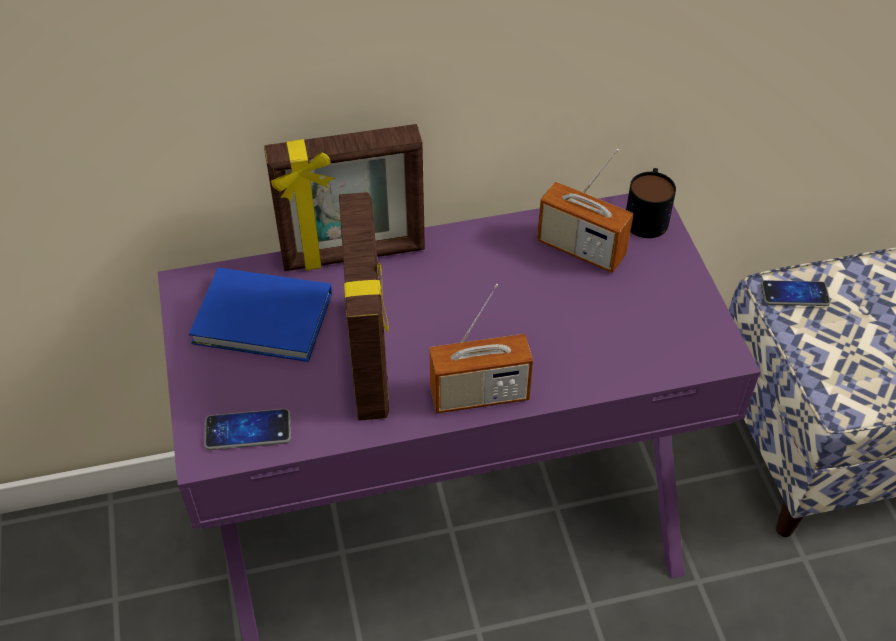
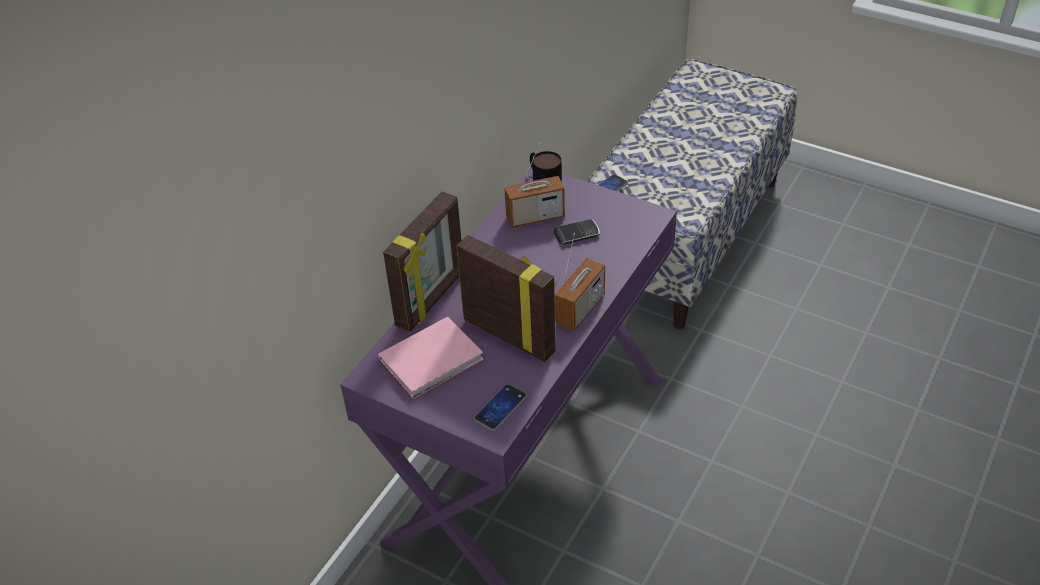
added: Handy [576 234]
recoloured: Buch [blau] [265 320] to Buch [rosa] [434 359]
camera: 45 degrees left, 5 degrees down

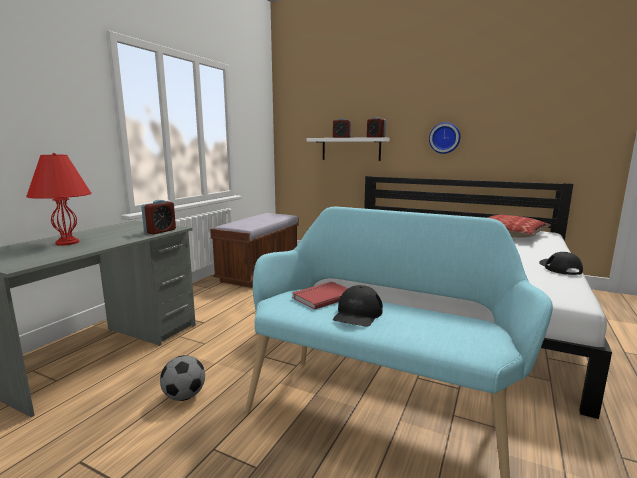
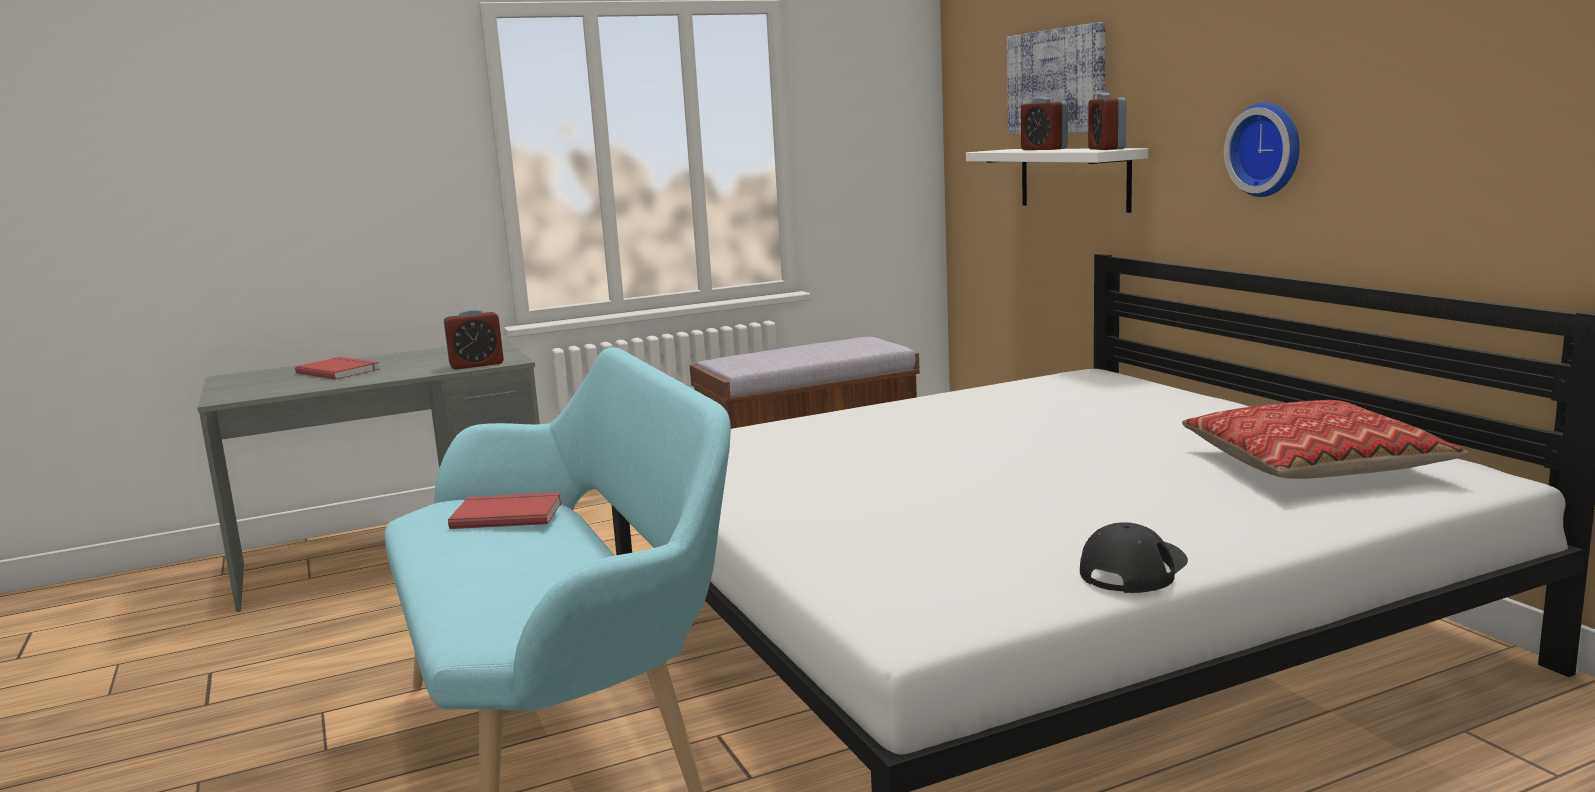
removed: Fußball [184 396]; Kappe [schwarz] [357 314]
added: Bild [1056 81]
replaced: Tischlampe [rot] [67 242] to Buch [rot] [340 371]
camera: 40 degrees right, 0 degrees up

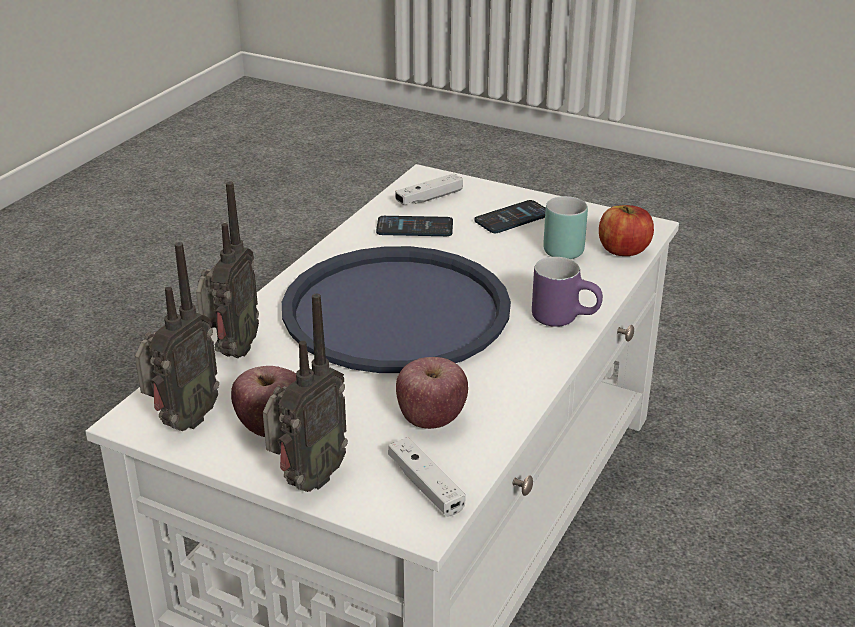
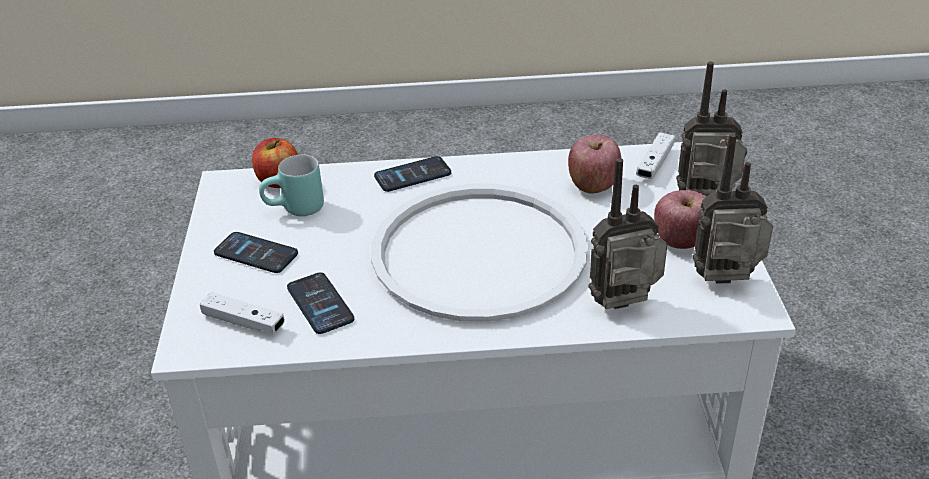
replaced: Henkelbecher [lila] [565 318] to Handy [412 175]
recoloured: Tablett [blau] [396 311] to Tablett [weiß] [478 252]
camera: 120 degrees left, 5 degrees up

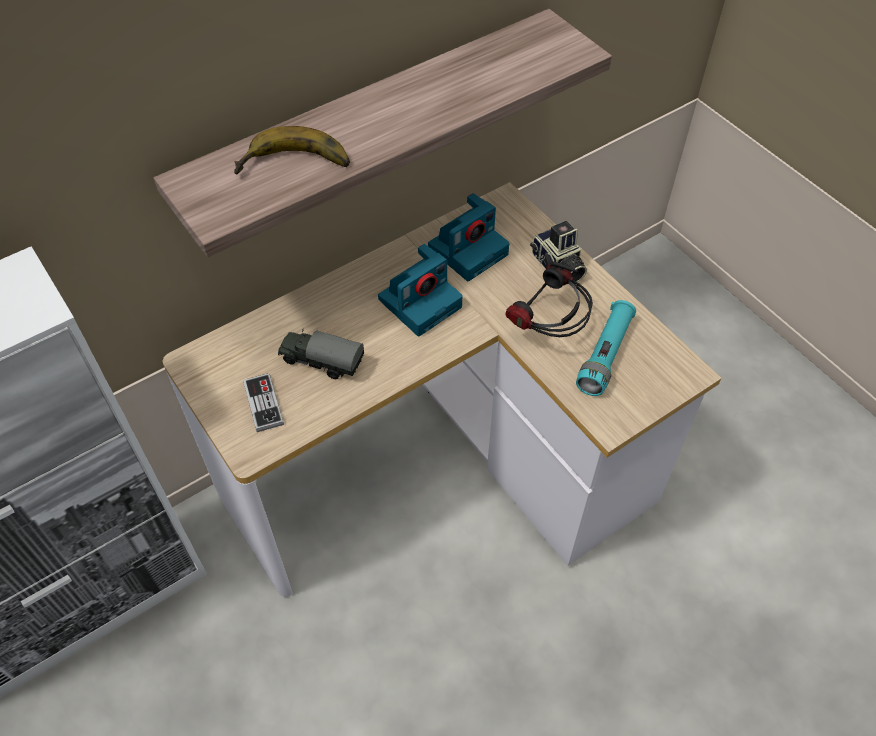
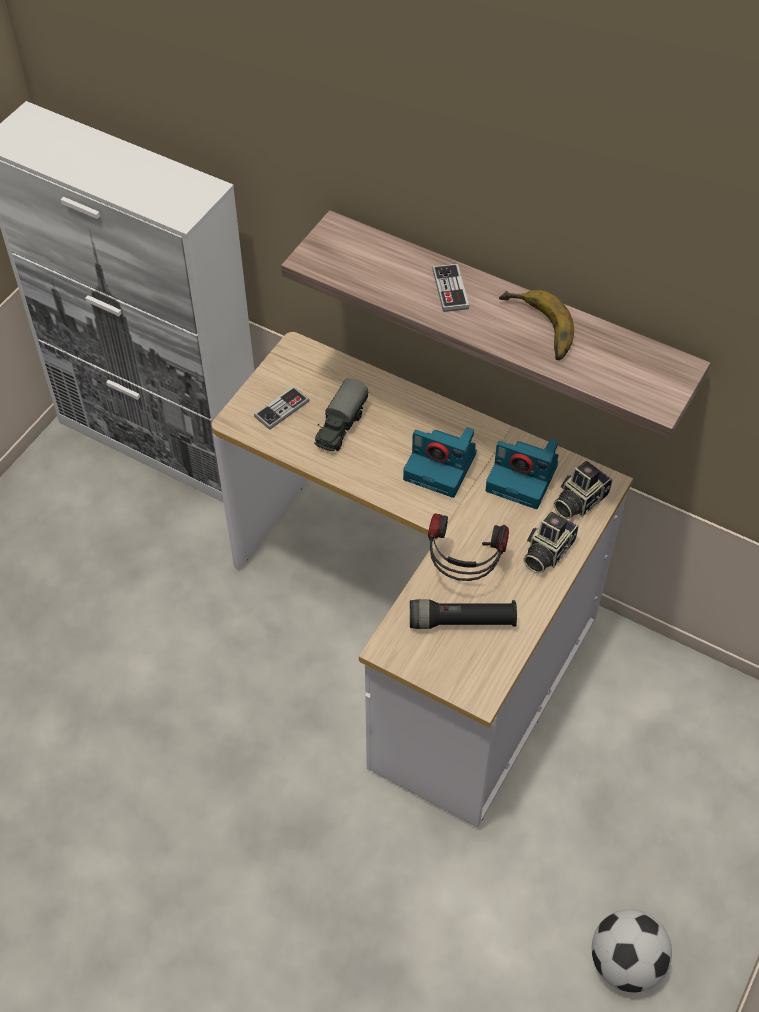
added: Gamepad [450 289]; Kamera [578 501]; Fußball [625 962]
moved: Banane [295 167] to [535 330]
recoloured: Taschenlampe [türkis] [605 355] to Taschenlampe [schwarz] [462 621]
turned: Spielzeuglaster [321 362] = [340 427] 150 degrees counterclockwise
camera: 65 degrees right, 0 degrees up

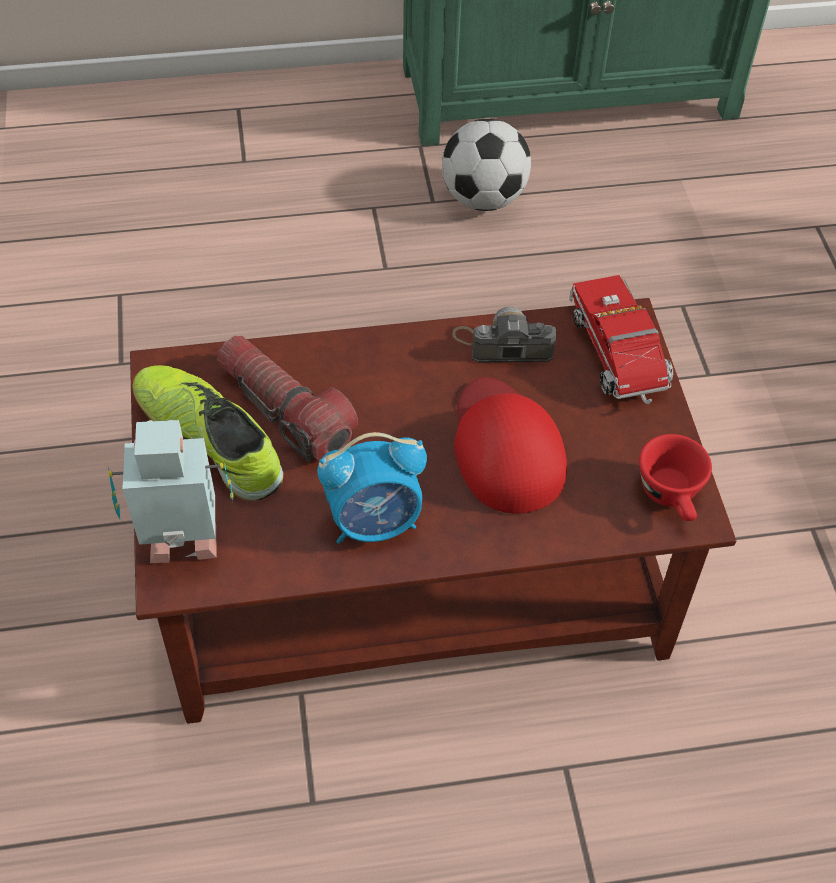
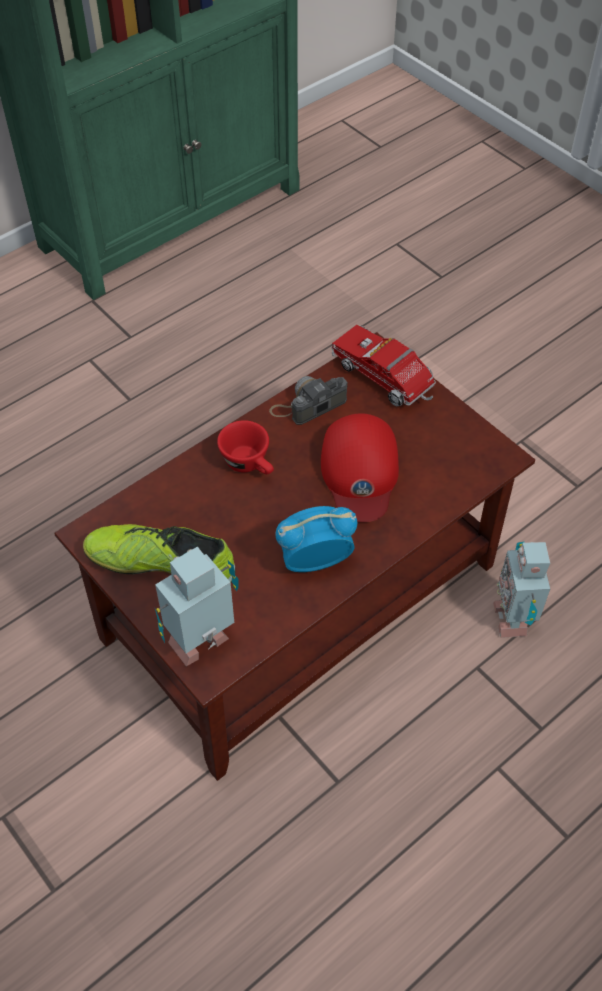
removed: Taschenlampe [285 410]; Fußball [484 198]
added: Spielzeugroboter [513 618]
moved: Tasse [rot] [672 497] to [250 464]
turned: Wecker [375 522] = [314 561] 150 degrees counterclockwise; Kappe [rot] [505 448] = [360 471] 135 degrees counterclockwise
camera: 30 degrees left, 0 degrees up

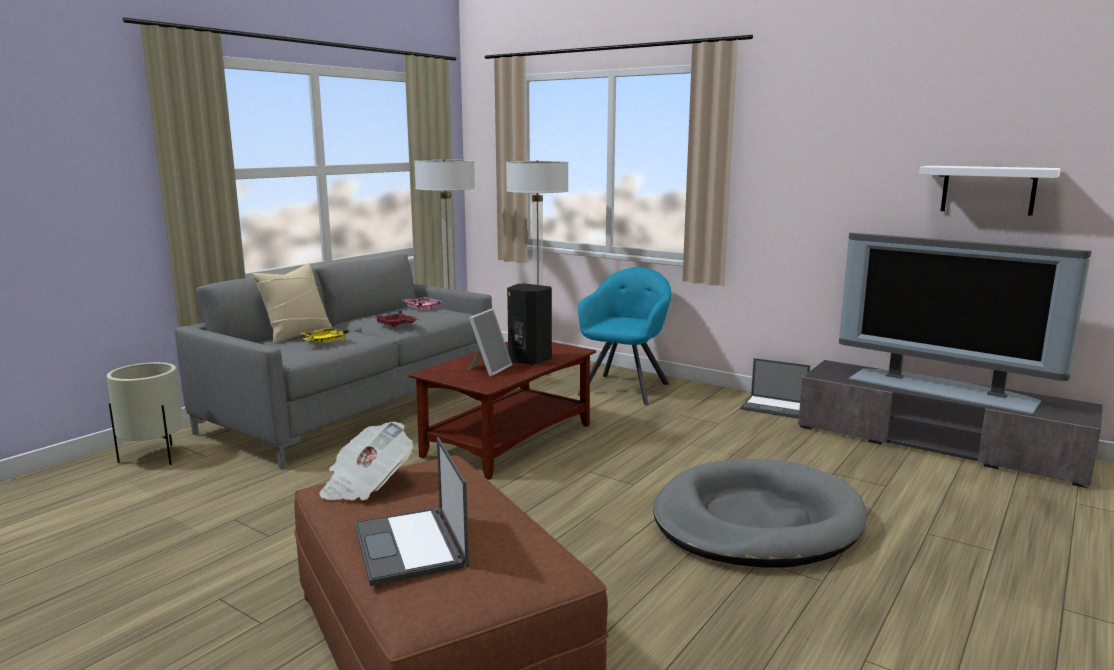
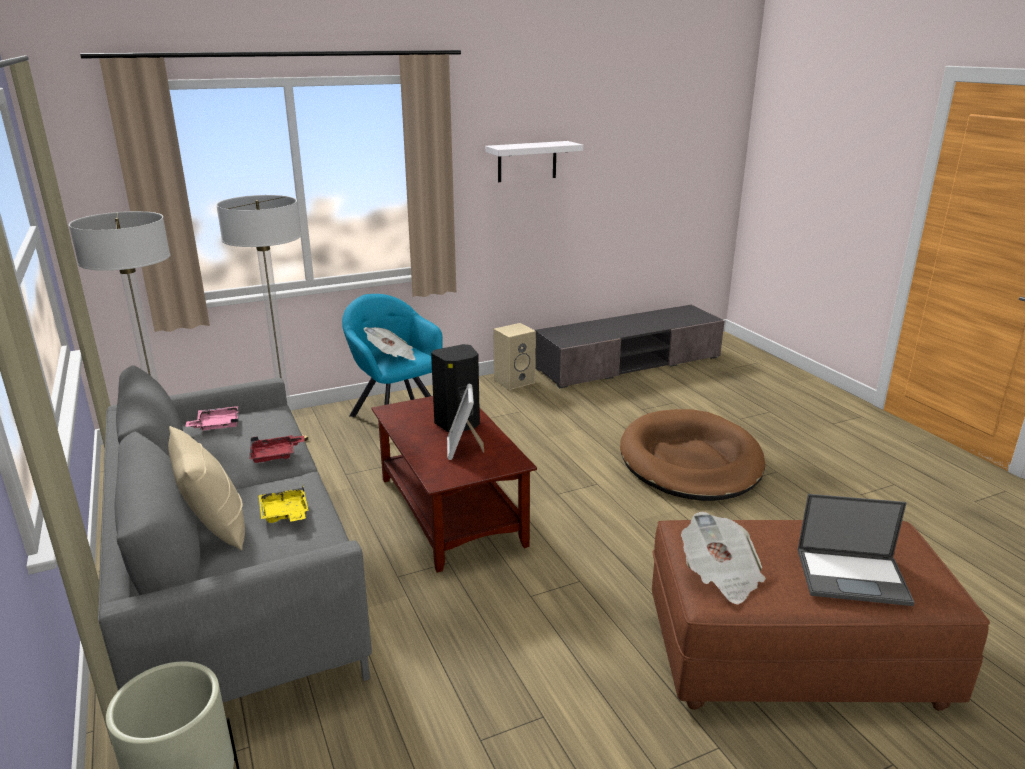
removed: Fernseher [942 389]
added: Zeitung [392 356]
moved: Wandregal [weiß] [988 190] to [527 161]
replaced: Laptop [775 407] to Lautsprecher [beige] [514 381]
recoloured: Hundebett [grau] [756 521] to Hundebett [braun] [690 461]
turned: Bilderrahmen [489 369] = [464 449] 150 degrees counterclockwise
camera: 60 degrees left, 10 degrees up

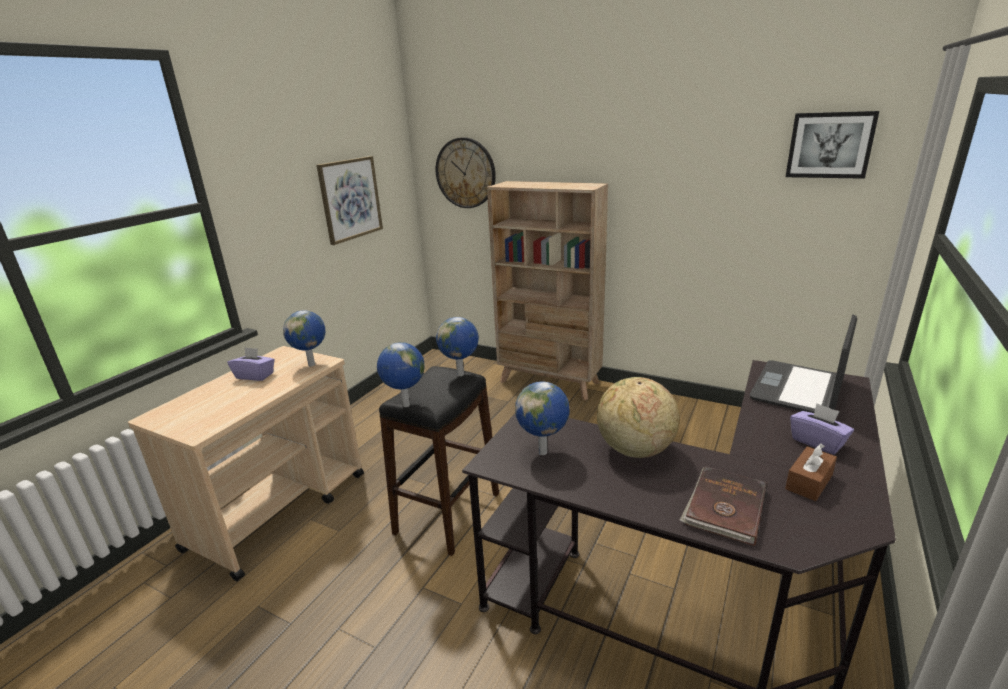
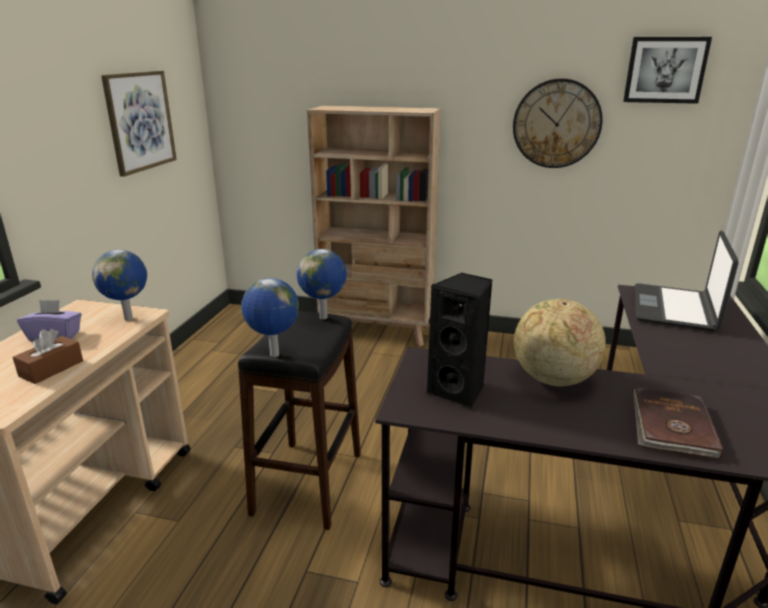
removed: Taschentuchbox [lila] [817 442]
moved: Wanduhr [465 173] to [556 124]; Taschentuchbox [braun] [809 482] to [51 368]
replaced: Globus [544 452] to Lautsprecher [schwarz] [459 391]
camera: 15 degrees left, 0 degrees up

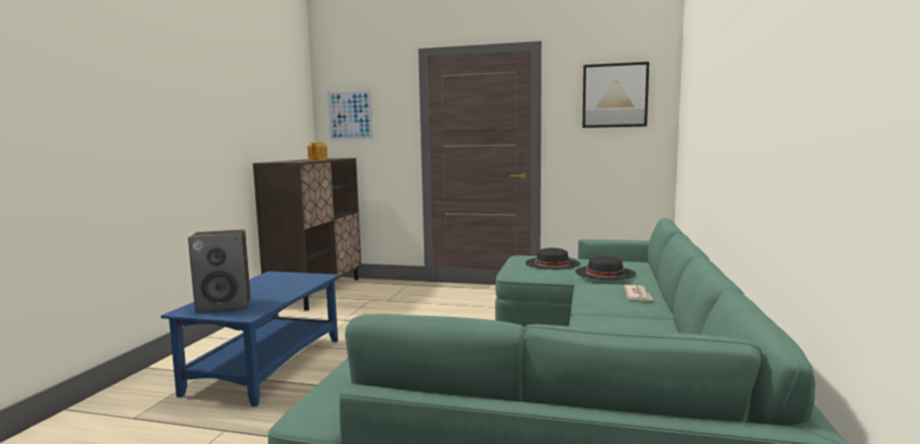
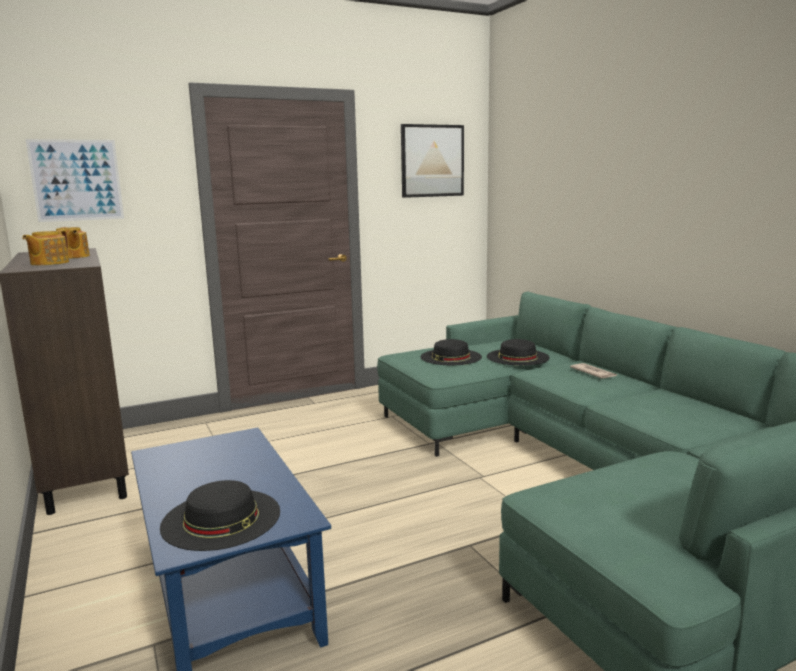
added: Teekanne [49 263]
replaced: Lautsprecher [224 305] to Hut [schwarz] [221 518]
camera: 40 degrees left, 5 degrees up

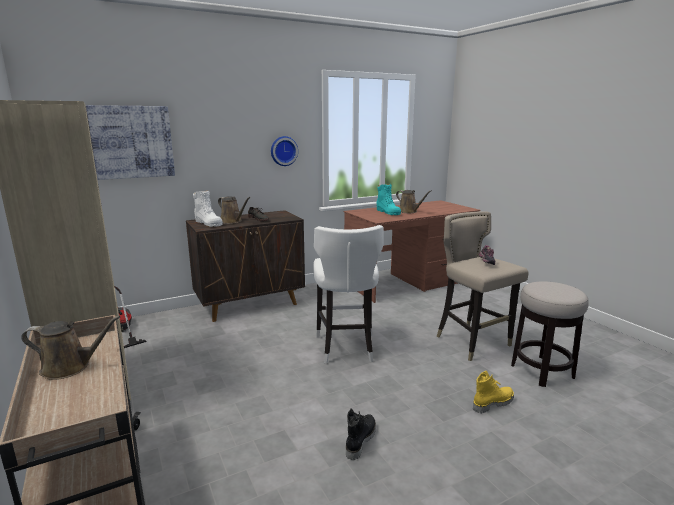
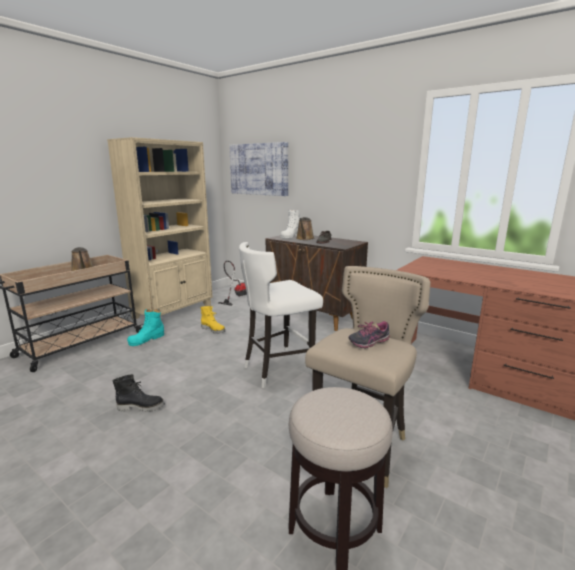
removed: Wanduhr [283 151]; Gießkanne [braun] [409 211]
moved: Stiefel [türkis] [388 212] to [147 339]; Stiefel [gelb] [492 403] to [213 330]
camera: 65 degrees right, 0 degrees up

